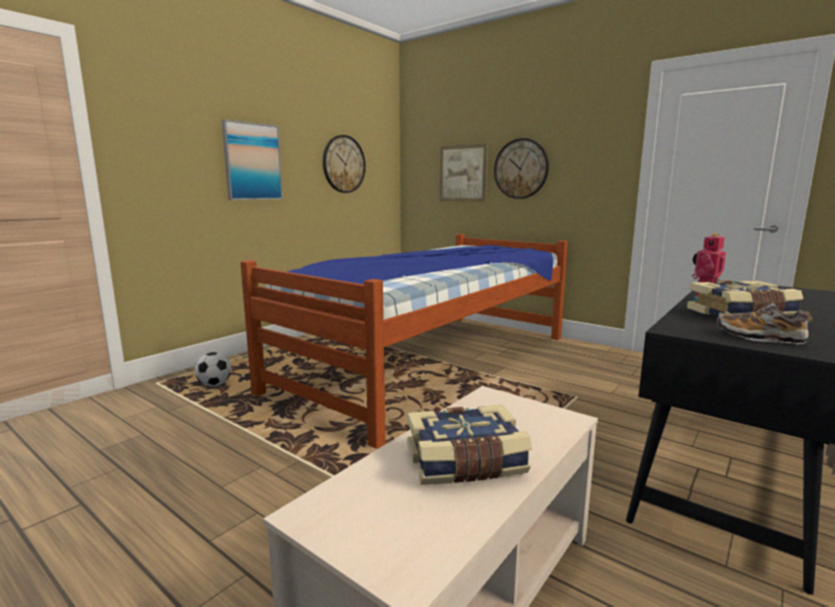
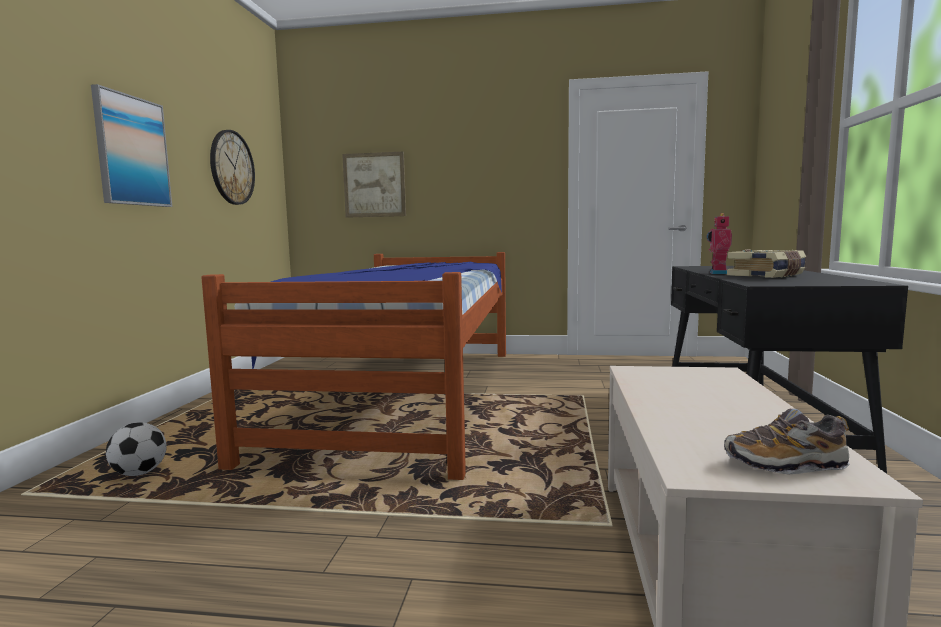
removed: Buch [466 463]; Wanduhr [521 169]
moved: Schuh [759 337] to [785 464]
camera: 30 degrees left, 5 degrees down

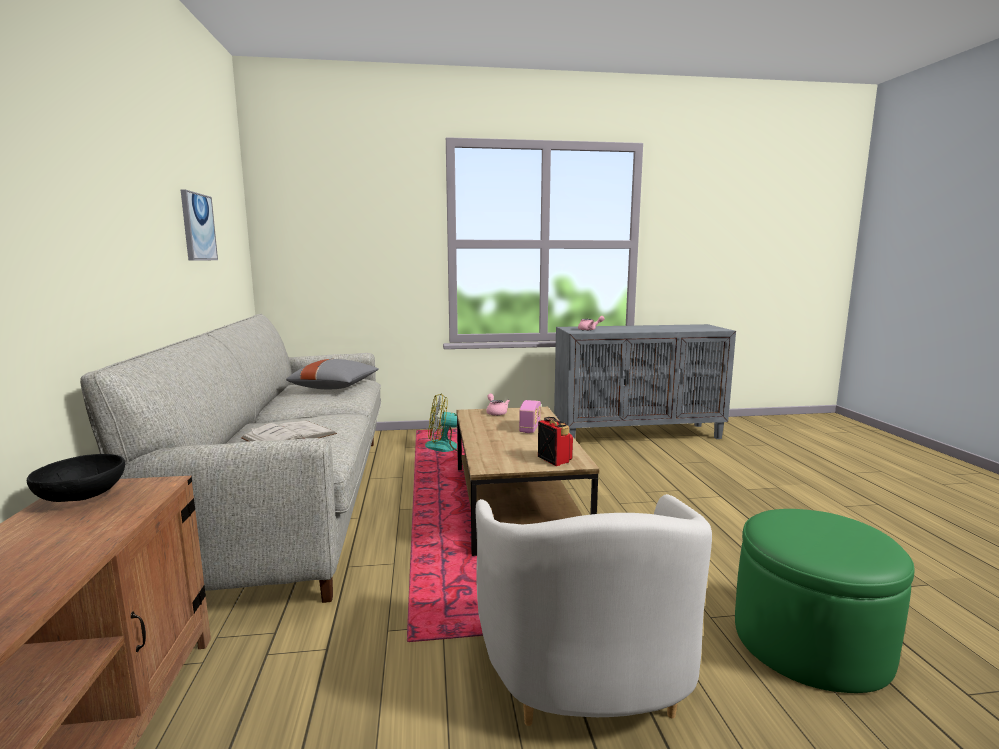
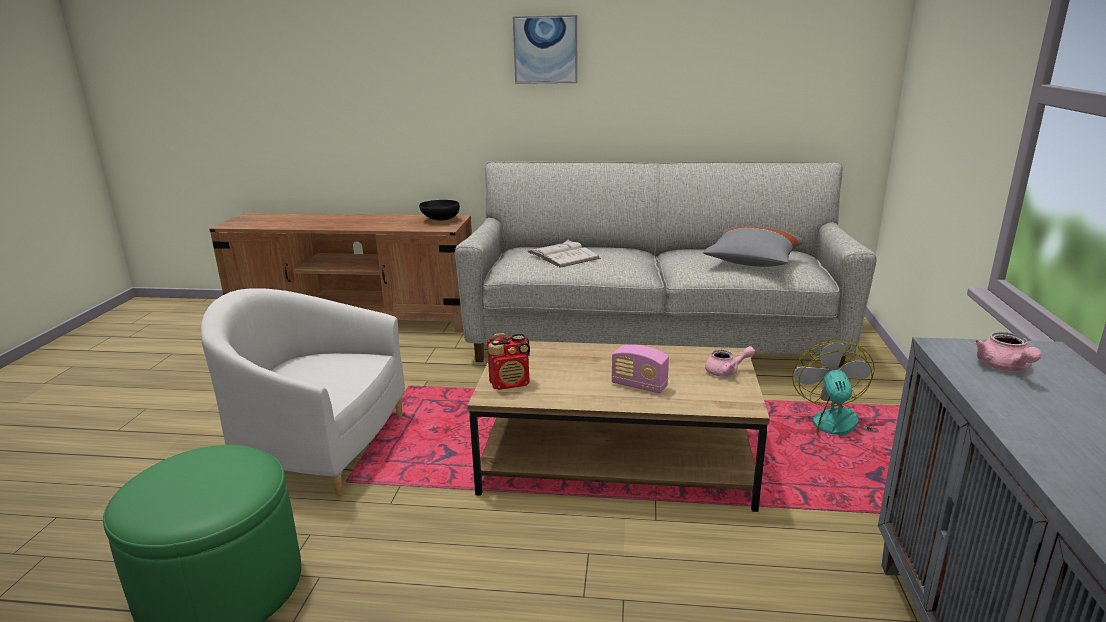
moved: Bild [197 227] to [545 50]
camera: 105 degrees right, 10 degrees up

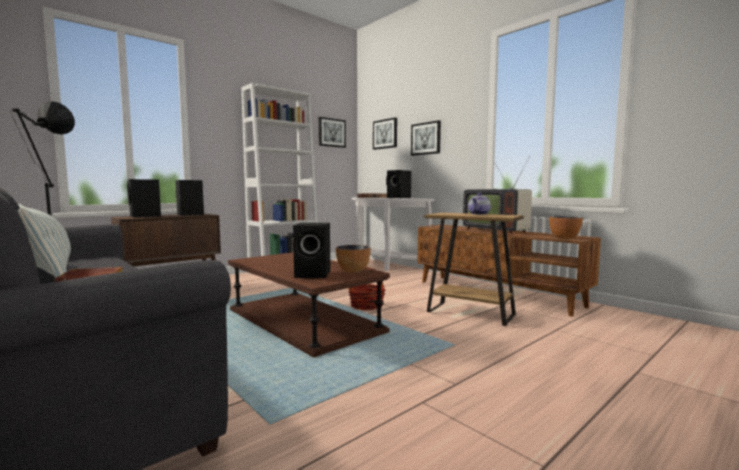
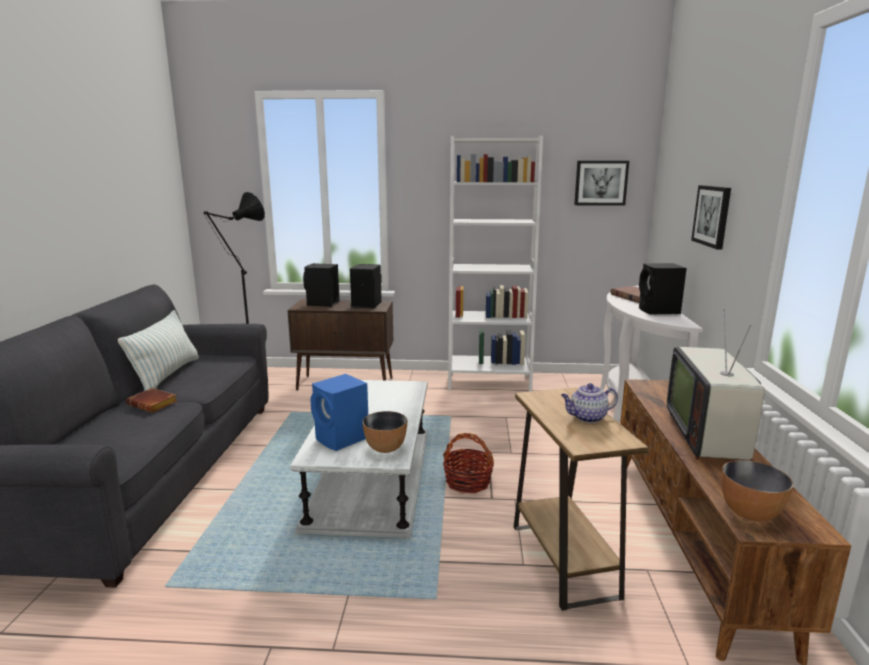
removed: Bild [385 134]
recoloured: Couchtisch [braun] [302 320] to Couchtisch [weiß] [371 476]; Lautsprecher [schwarz] [314 274] to Lautsprecher [blau] [342 439]
camera: 45 degrees right, 10 degrees up

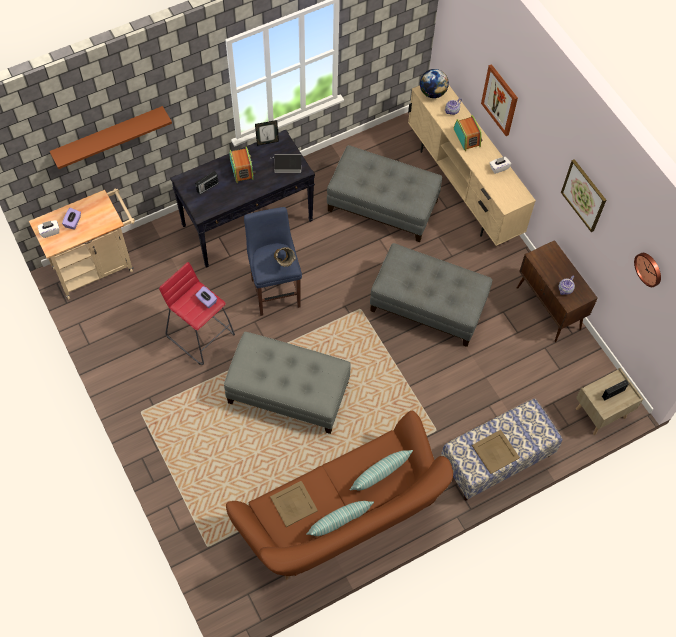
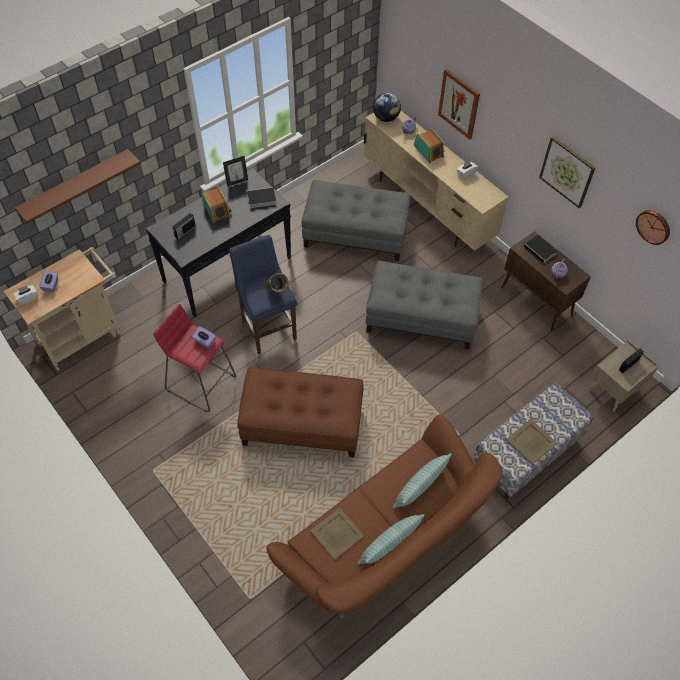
added: Buch [540 251]
recoloured: Polsterhocker [grau] [288 393] to Polsterhocker [braun] [302 425]
camera: 10 degrees left, 5 degrees down

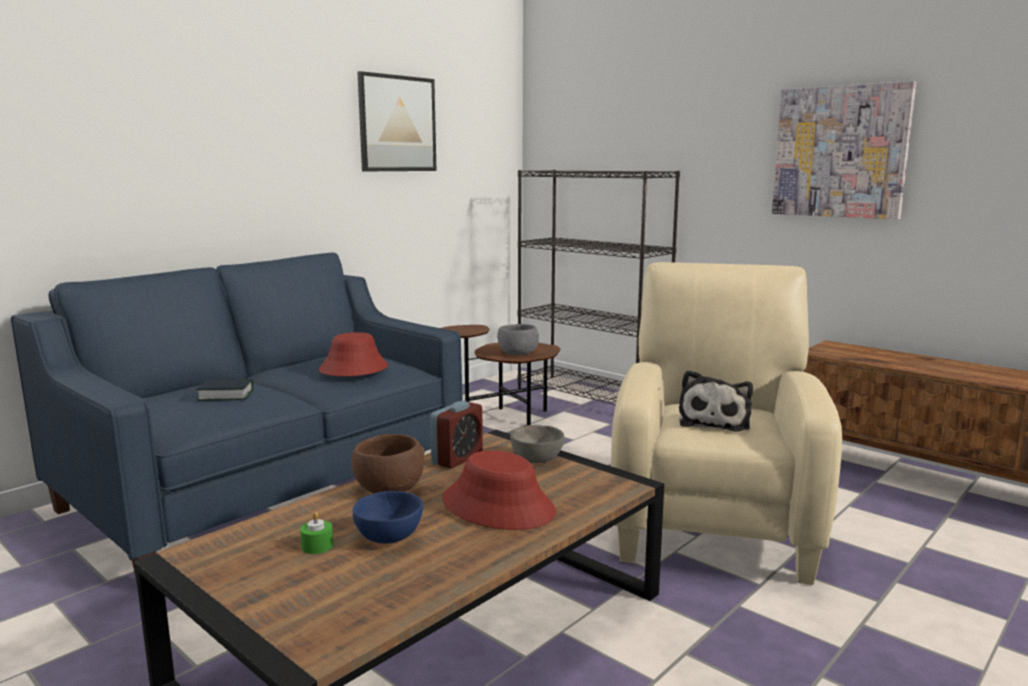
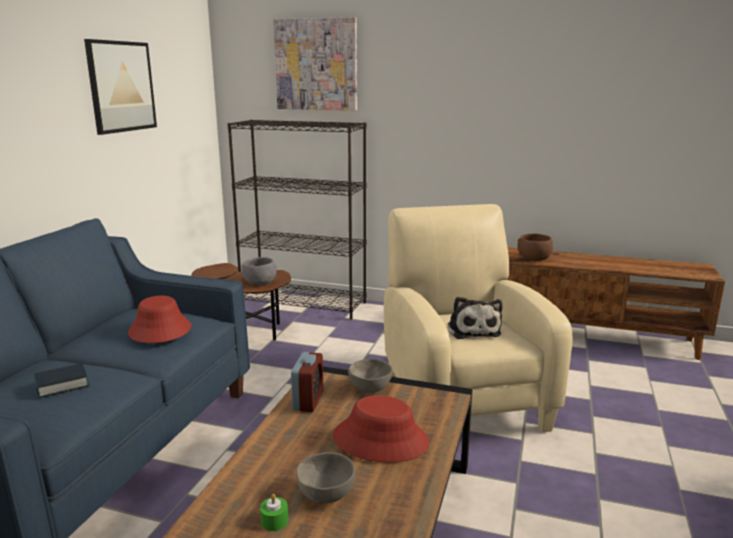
moved: Schüssel [braun] [388 488] to [533 259]; Bild [840 152] to [316 65]
recoloured: Schüssel [blau] [388 538] to Schüssel [grau] [325 494]
camera: 25 degrees left, 5 degrees up

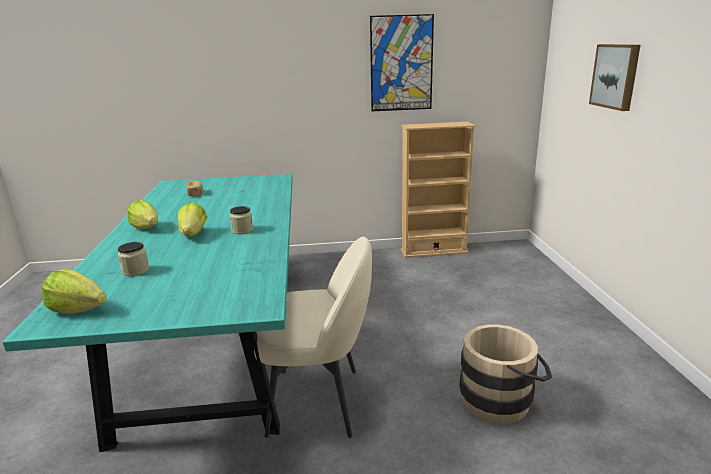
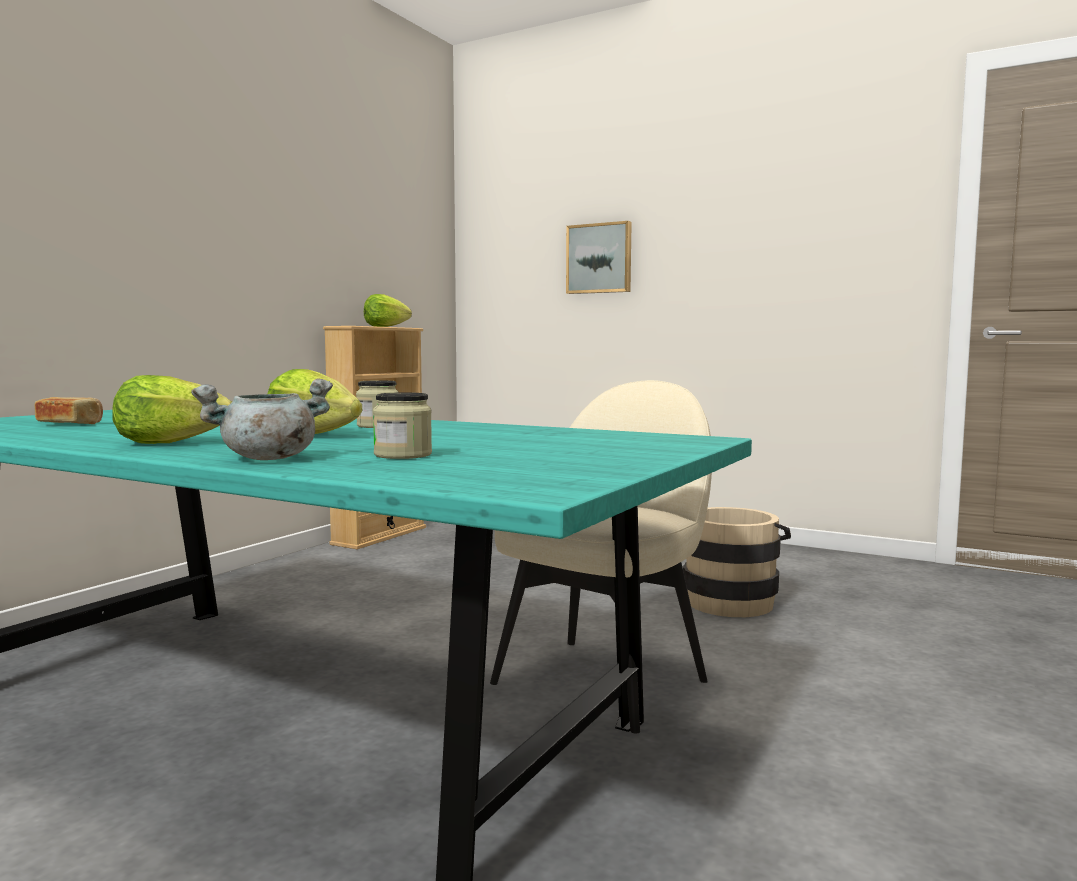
removed: Bild [401 64]
added: Kochtopf [grau] [268 458]
moved: Salatkopf [78 309] to [385 327]
camera: 55 degrees left, 15 degrees down

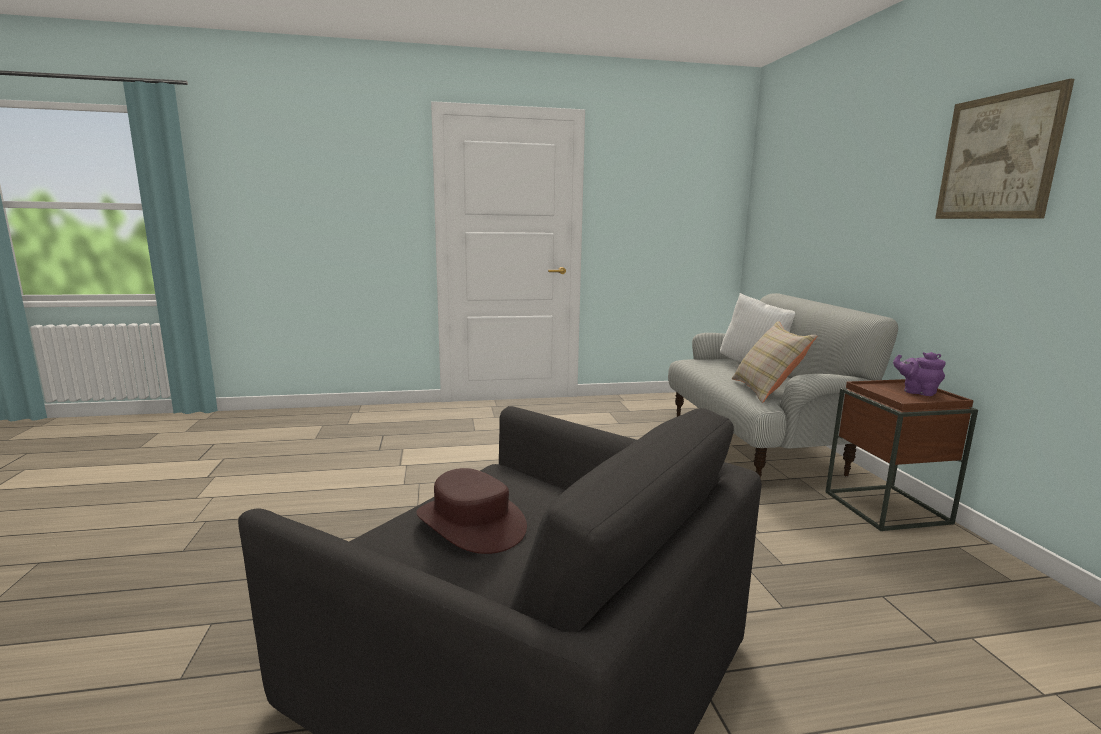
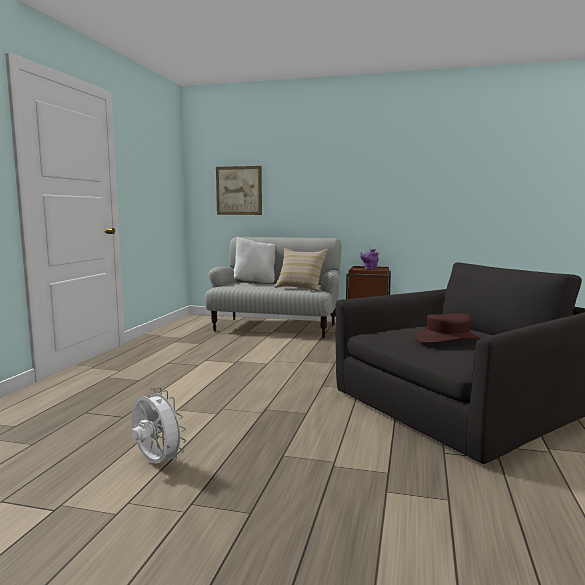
added: Ventilator [weiß] [156 463]
moved: Bild [998 157] to [239 190]
camera: 65 degrees left, 5 degrees down

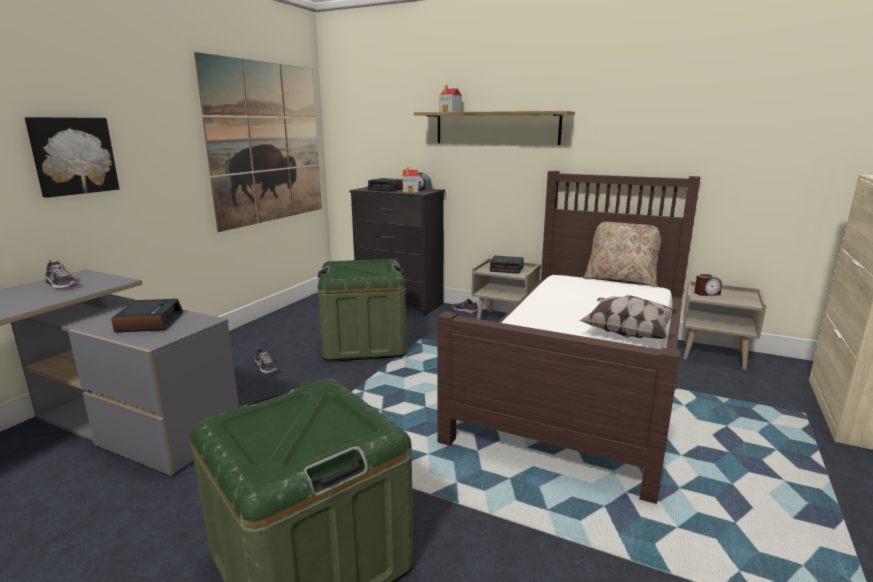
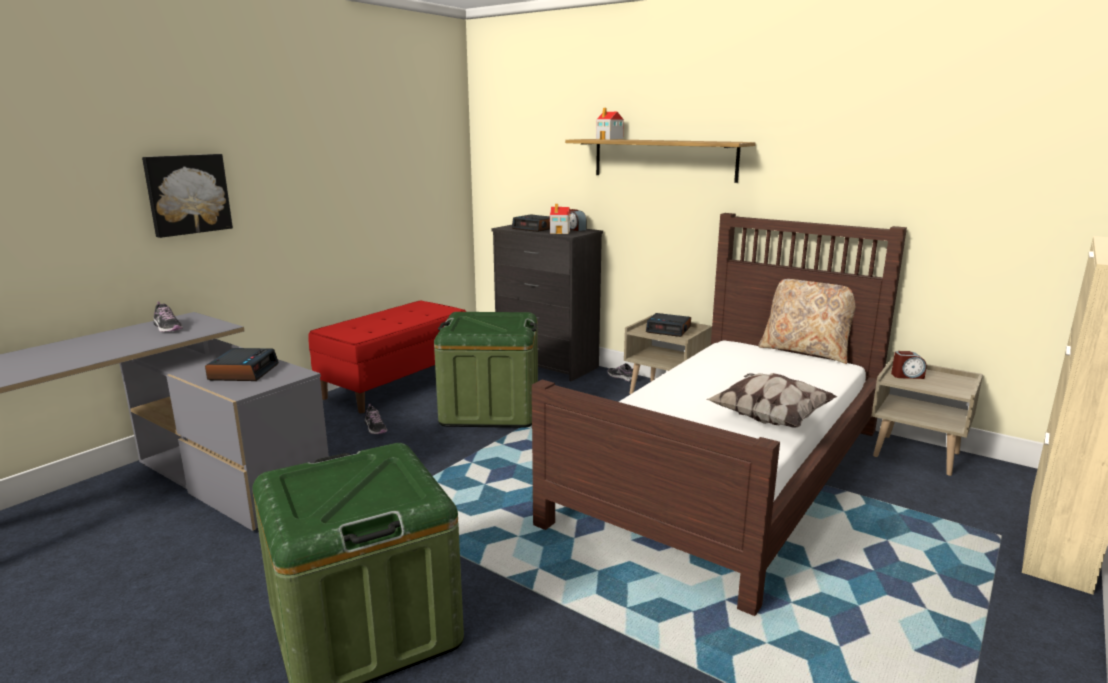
removed: Bild [267 143]
added: Bank [rot] [396 384]
camera: 10 degrees right, 0 degrees up

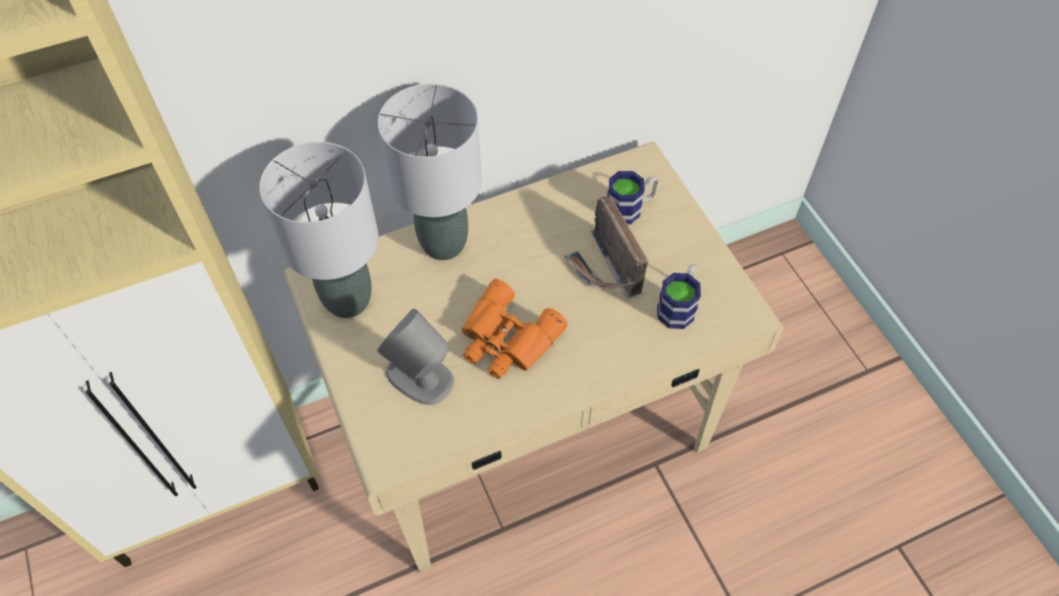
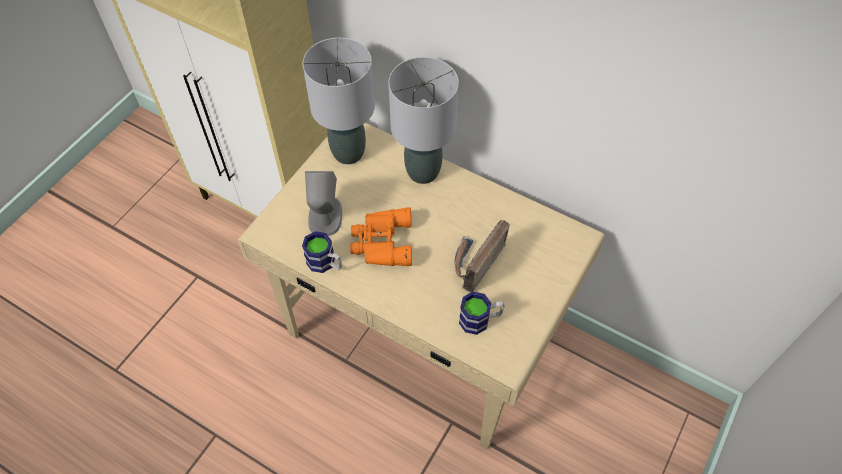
moved: Henkelbecher [630 208] to [325 263]
camera: 55 degrees right, 0 degrees up

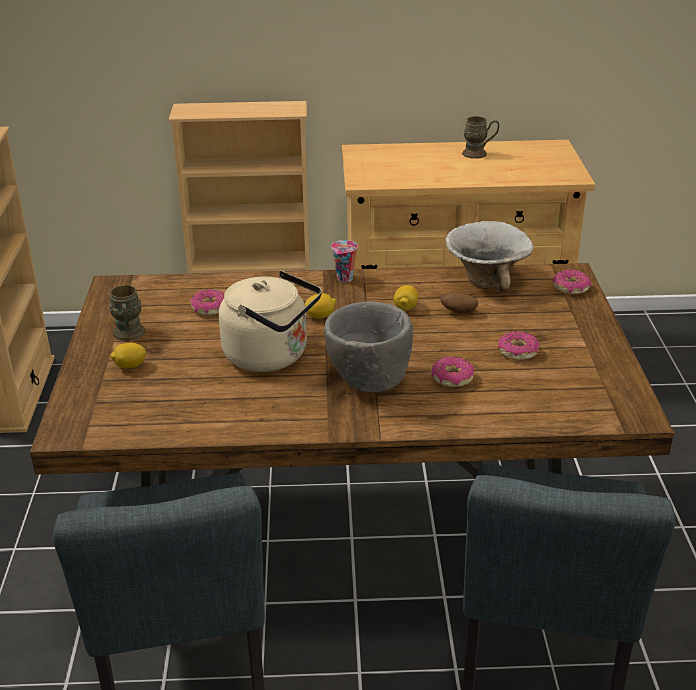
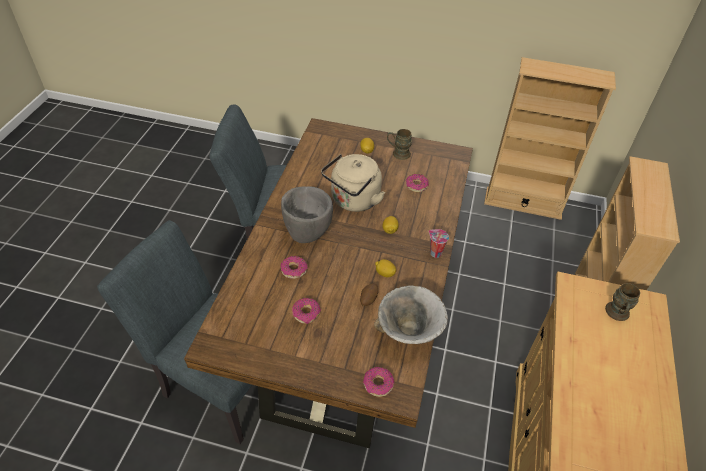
moved: Henkelbecher [braun] [479 154] to [617 314]
camera: 105 degrees right, 15 degrees up

